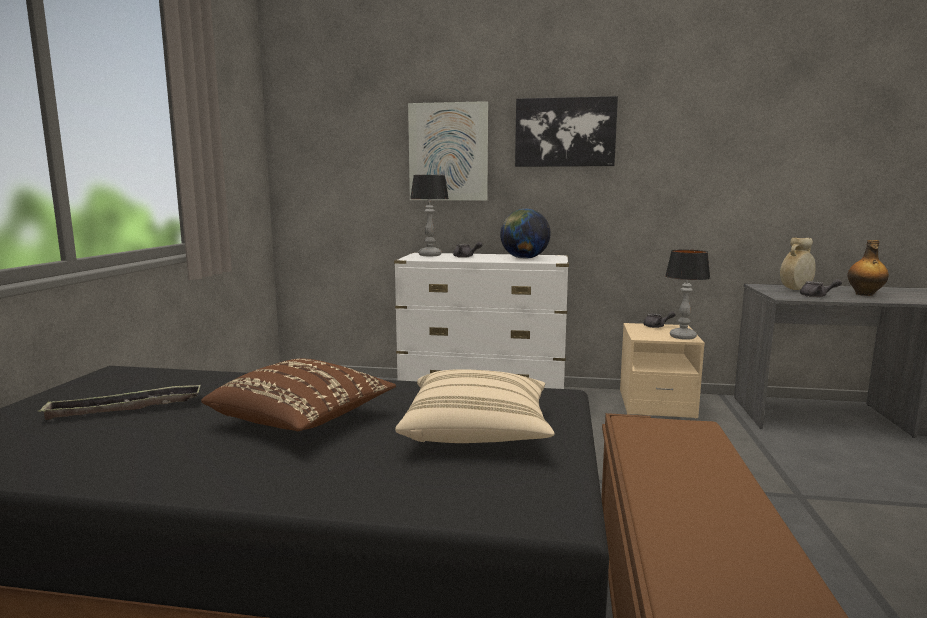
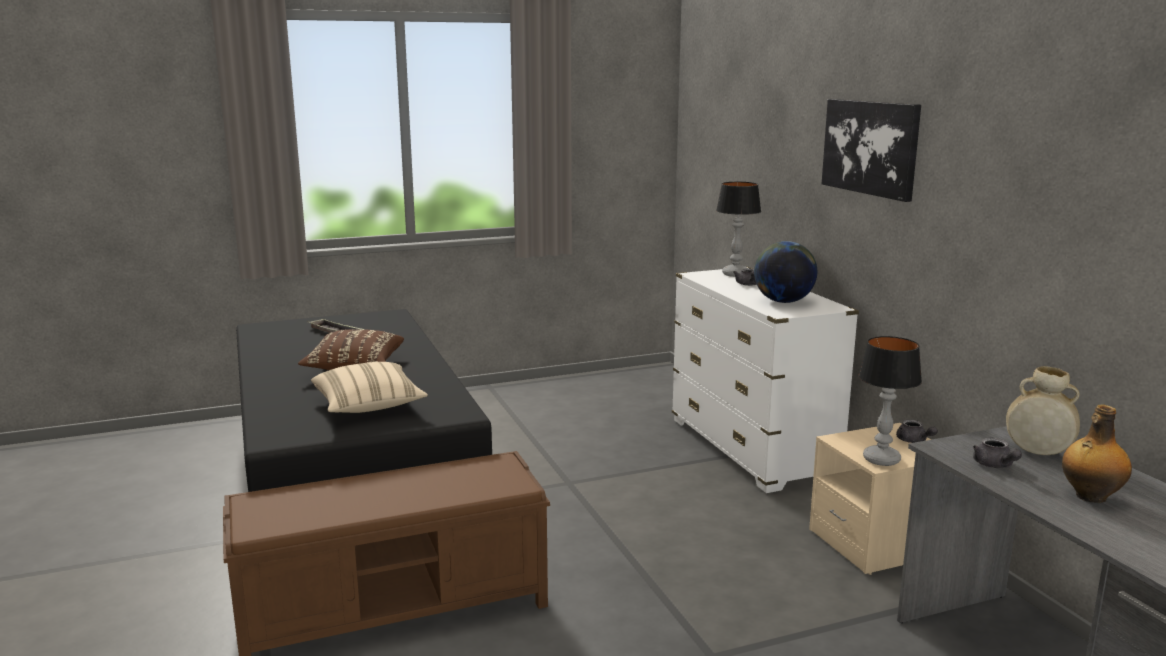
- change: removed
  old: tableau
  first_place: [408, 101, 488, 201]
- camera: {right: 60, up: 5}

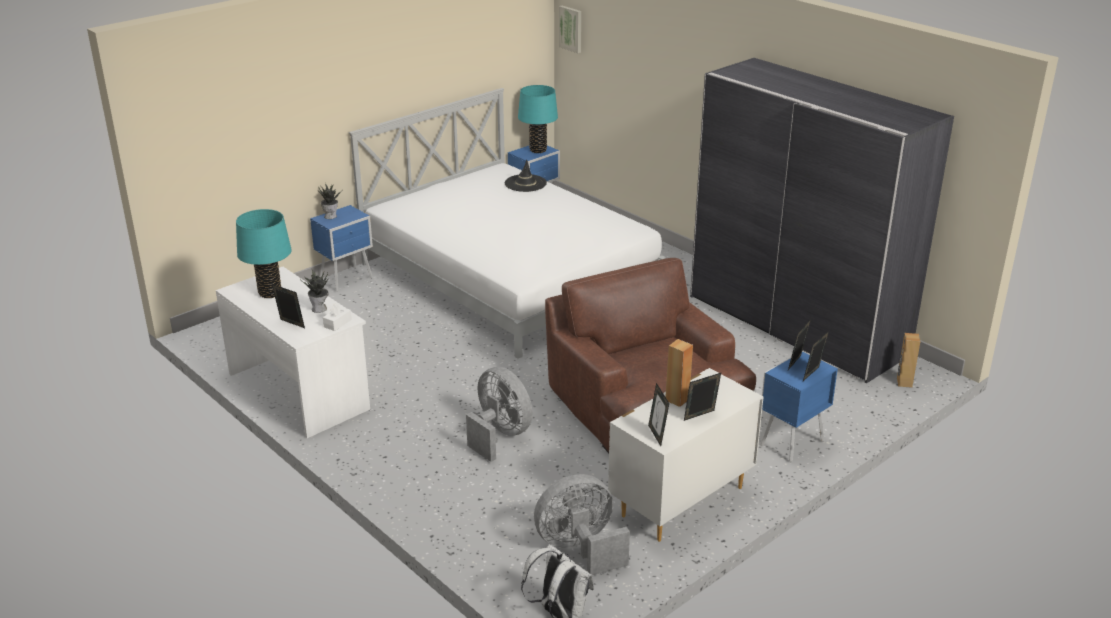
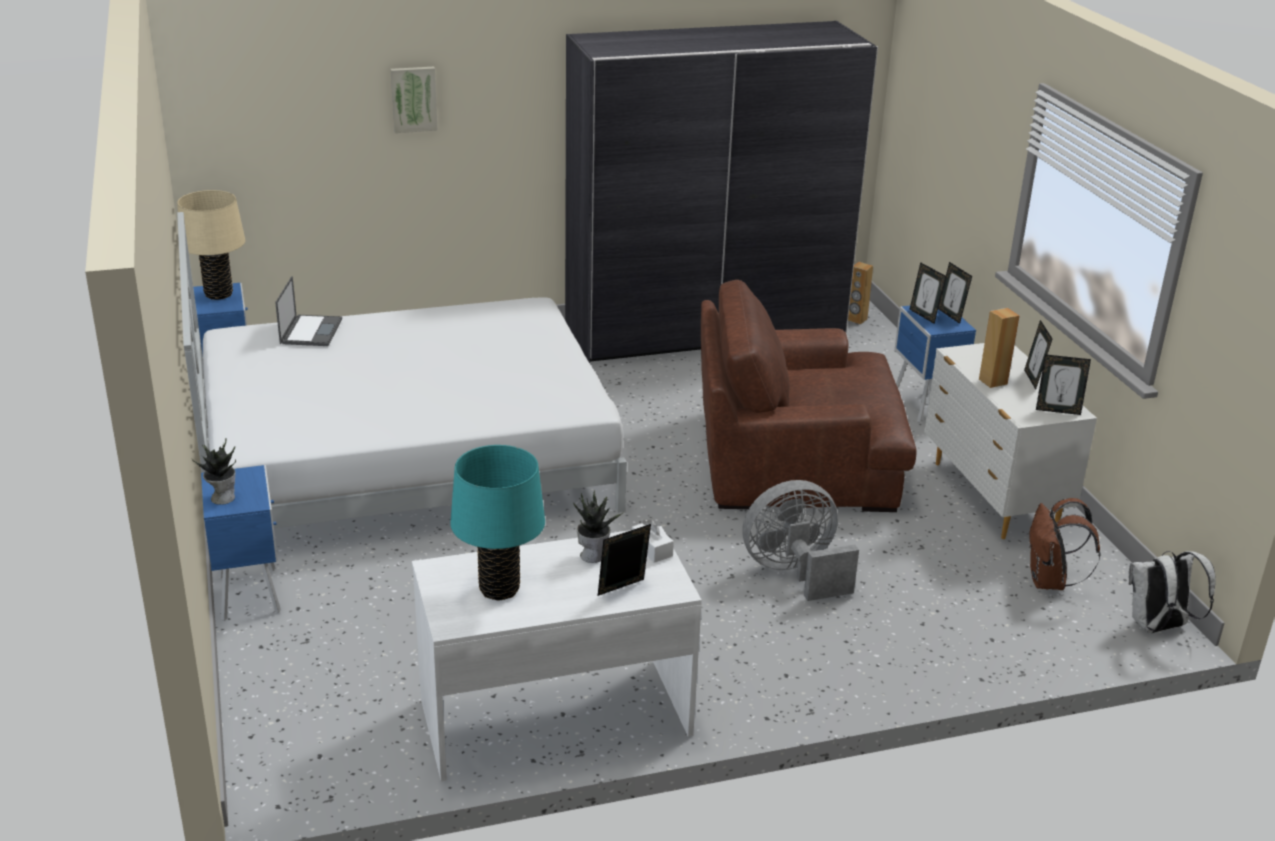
- change: replaced
  old: chapeau/noir
  new: ordinateur portable
  first_place: [505, 159, 547, 192]
  second_place: [275, 276, 342, 346]
- change: recoloured
  old: lampe de table/turquoise
  new: lampe de table/beige
  first_place: [518, 85, 558, 153]
  second_place: [177, 190, 245, 300]
- change: replaced
  old: ventilateur/gris
  new: sac à dos/marron
  first_place: [534, 474, 630, 575]
  second_place: [1029, 498, 1101, 590]
- change: moved
  old: tableau
  first_place: [559, 6, 581, 53]
  second_place: [391, 67, 438, 133]
- camera: {right: -65, up: 0}

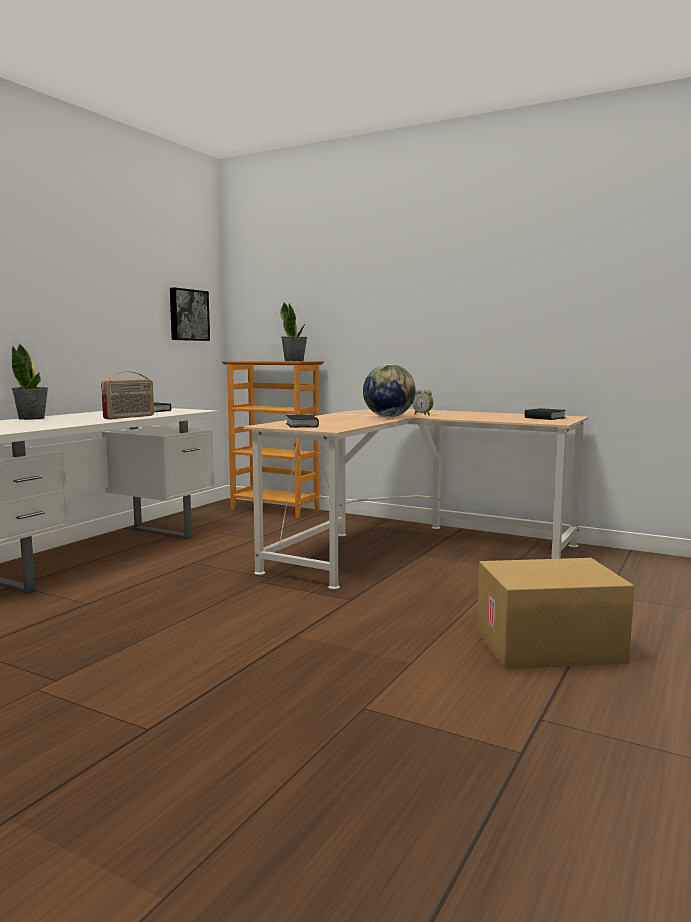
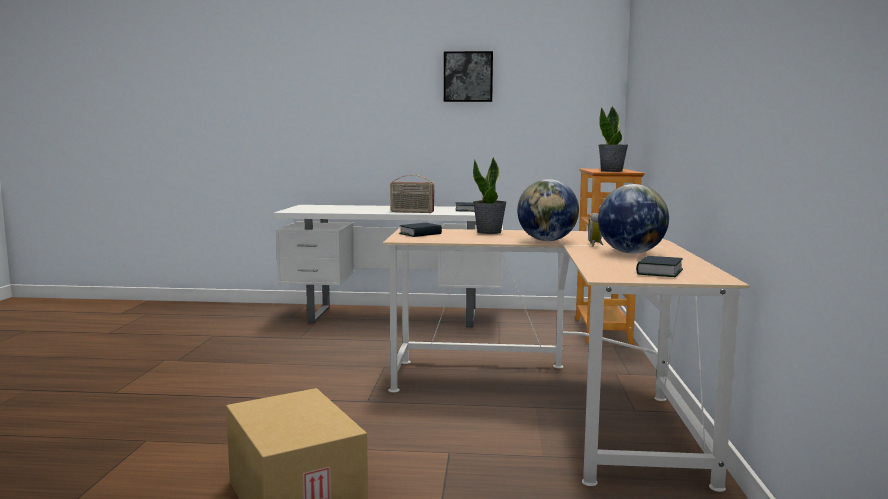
- change: moved
  old: plante en pot
  first_place: [11, 344, 48, 420]
  second_place: [473, 157, 507, 234]
- change: moved
  old: tableau
  first_place: [170, 287, 210, 341]
  second_place: [444, 51, 493, 102]
- change: added
  new: globe
  second_place: [598, 184, 669, 254]
- camera: {right: 65, up: 0}

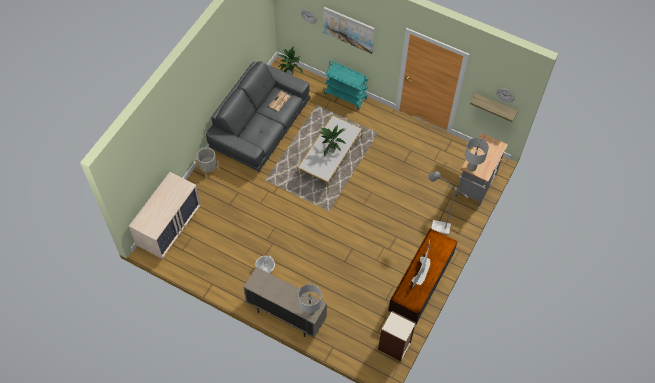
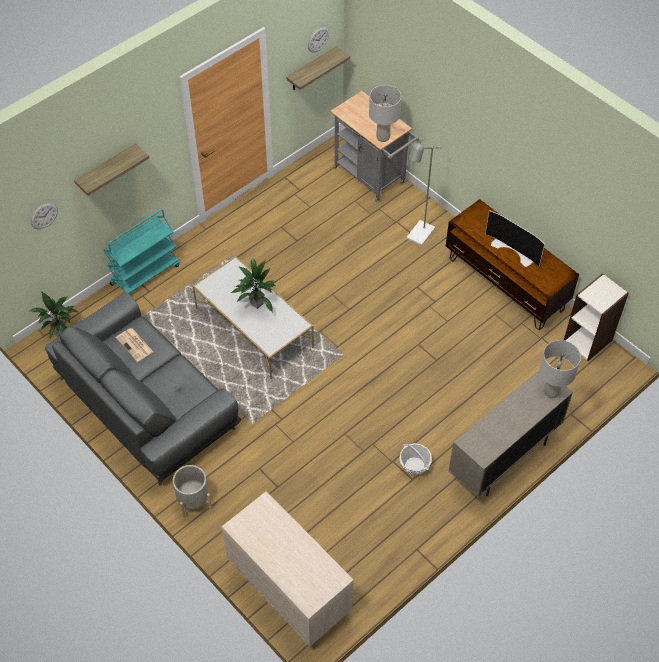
- change: replaced
  old: tableau
  new: étagère
  first_place: [323, 7, 375, 54]
  second_place: [74, 144, 149, 196]
- camera: {right: -70, up: -5}

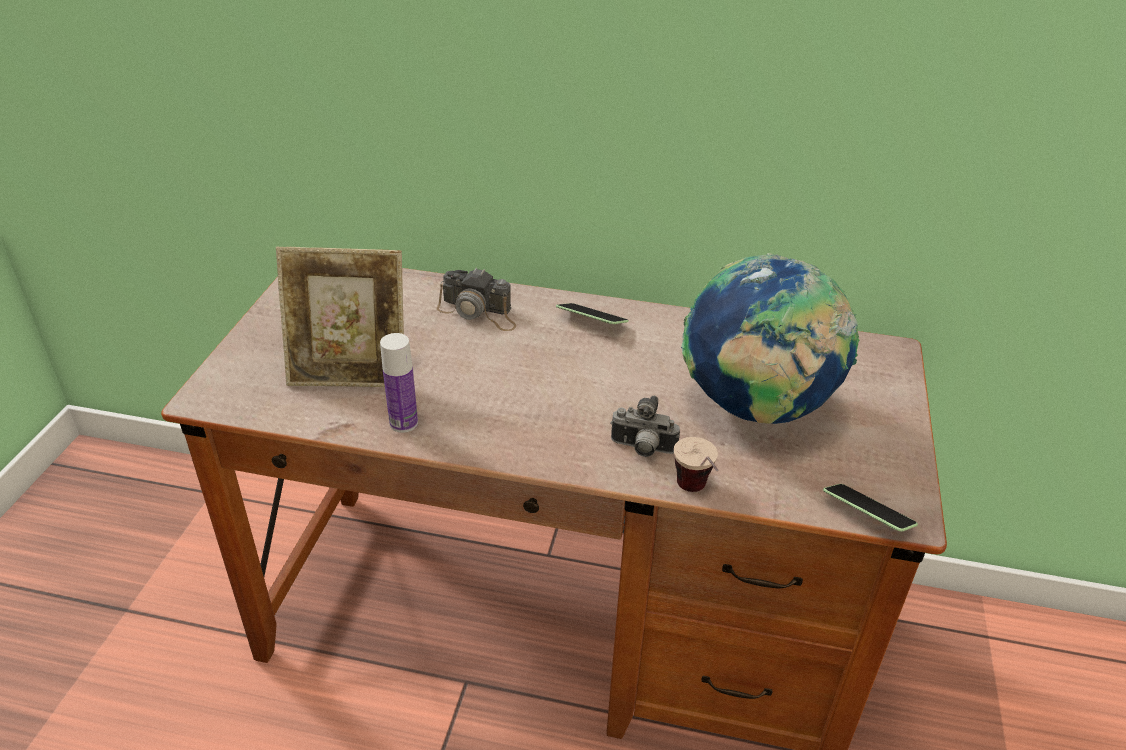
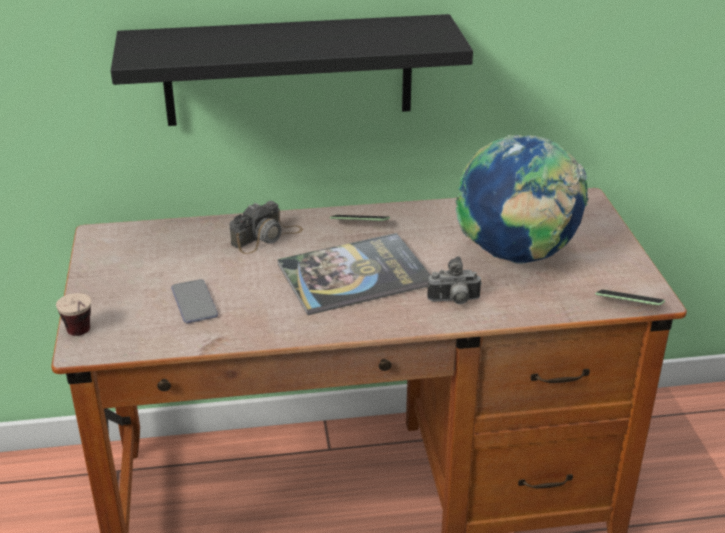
- change: replaced
  old: cadre photo
  new: téléphone
  first_place: [276, 247, 404, 387]
  second_place: [171, 279, 218, 323]
- change: removed
  old: bouteille
  first_place: [380, 333, 418, 433]
- change: turned
  old: appareil photo
  first_place: [437, 268, 516, 331]
  second_place: [230, 201, 303, 254]
  degrees: -45
- change: moved
  old: tasse
  first_place: [674, 437, 718, 492]
  second_place: [56, 293, 91, 336]
- change: added
  new: étagère/noir
  second_place: [111, 14, 473, 126]
- change: added
  new: livre
  second_place: [278, 233, 430, 315]
- camera: {right: -20, up: -5}

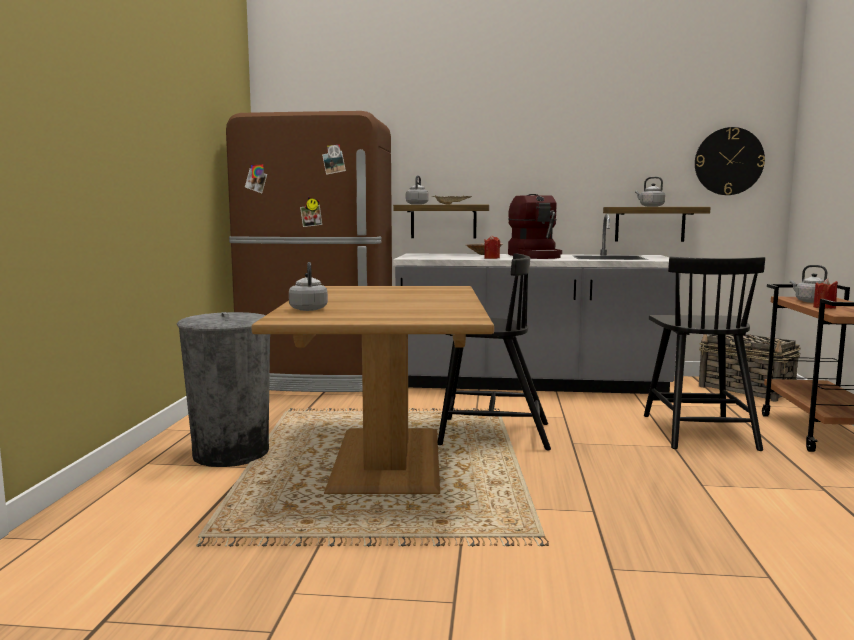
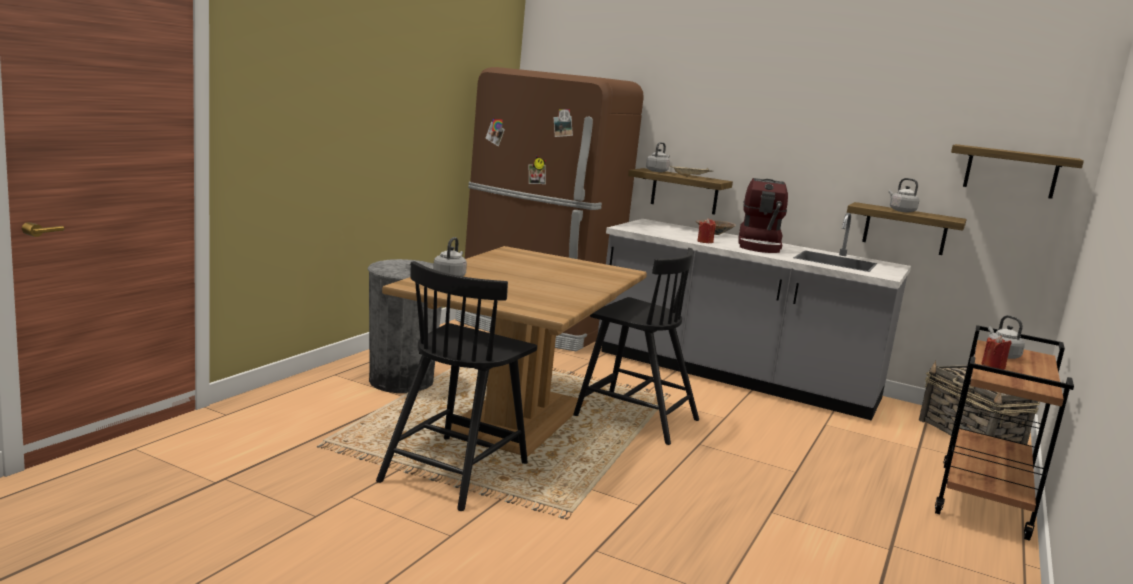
- change: moved
  old: chaise/noir
  first_place: [644, 256, 765, 451]
  second_place: [376, 261, 537, 511]
- change: replaced
  old: horloge murale
  new: étagère
  first_place: [695, 127, 765, 195]
  second_place: [951, 144, 1084, 199]
- camera: {right: 20, up: 5}

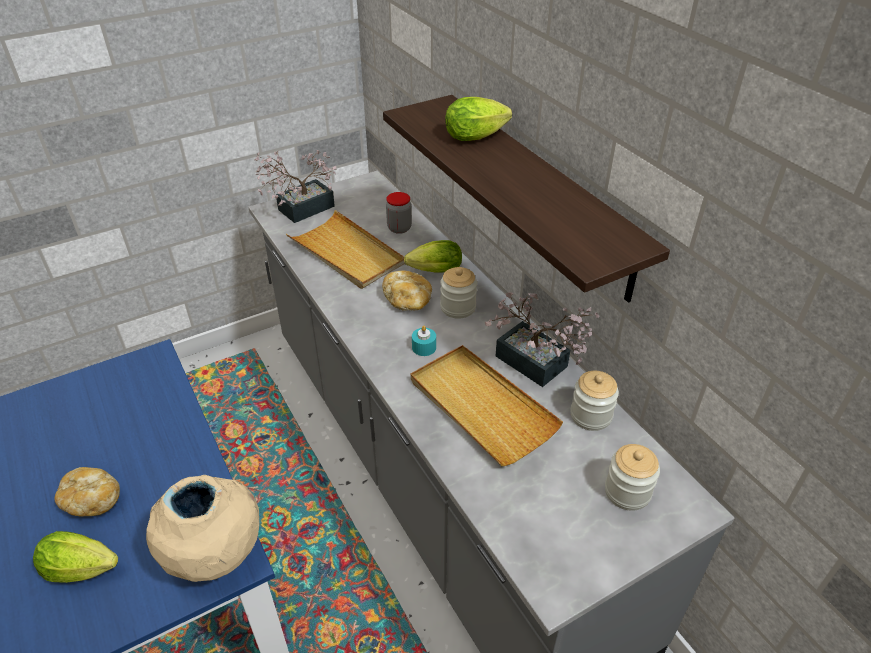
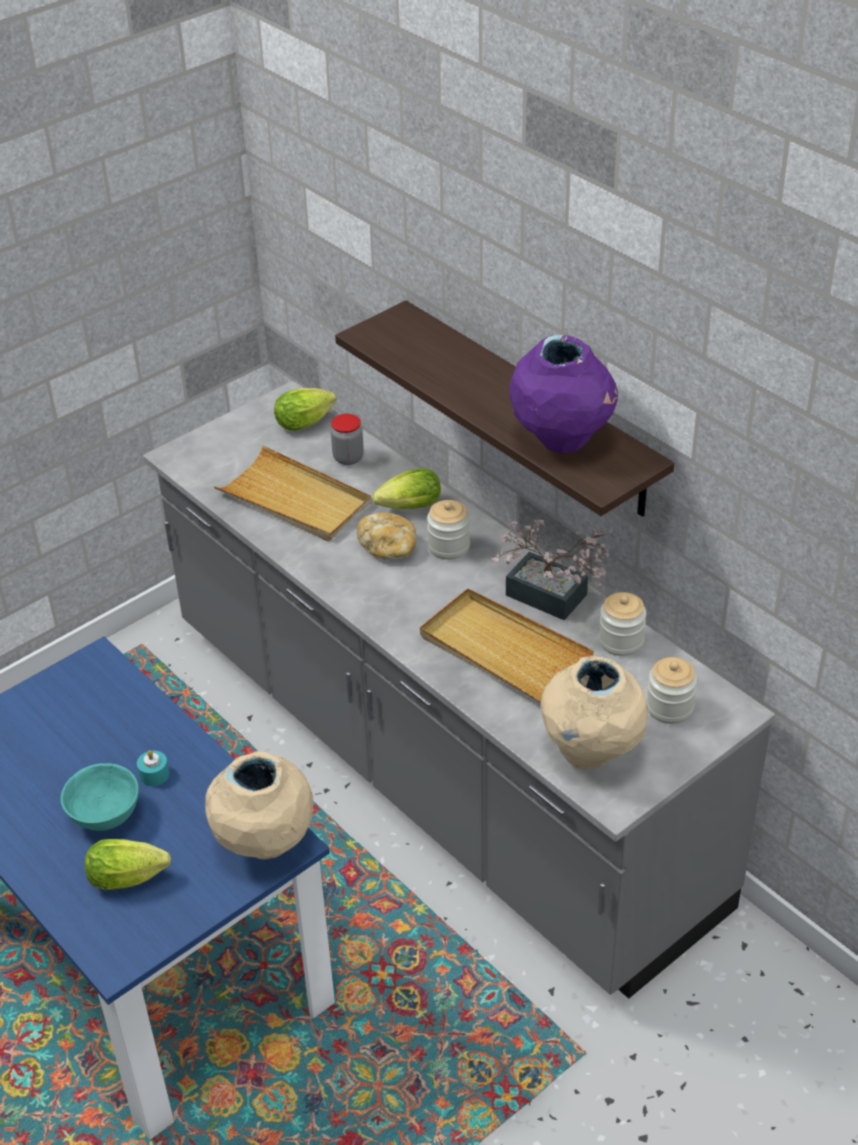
- change: replaced
  old: pain
  new: bol/turquoise
  first_place: [55, 467, 120, 517]
  second_place: [61, 763, 139, 831]
- change: removed
  old: plante en pot
  first_place: [255, 150, 337, 223]
- change: moved
  old: bougie/turquoise
  first_place: [412, 326, 436, 356]
  second_place: [137, 750, 169, 786]
- change: moved
  old: laitue
  first_place: [445, 97, 512, 141]
  second_place: [274, 388, 336, 431]
- change: added
  new: vase/violet
  second_place: [509, 335, 618, 453]
- change: added
  new: vase/beige
  second_place: [541, 656, 648, 769]
- camera: {right: -10, up: 0}

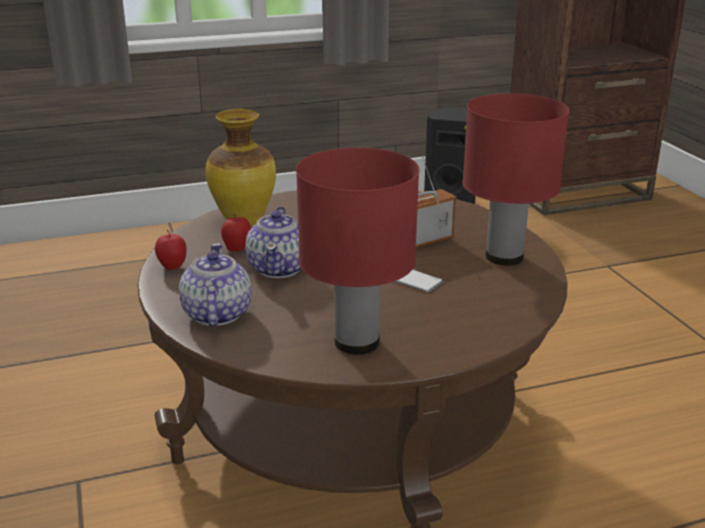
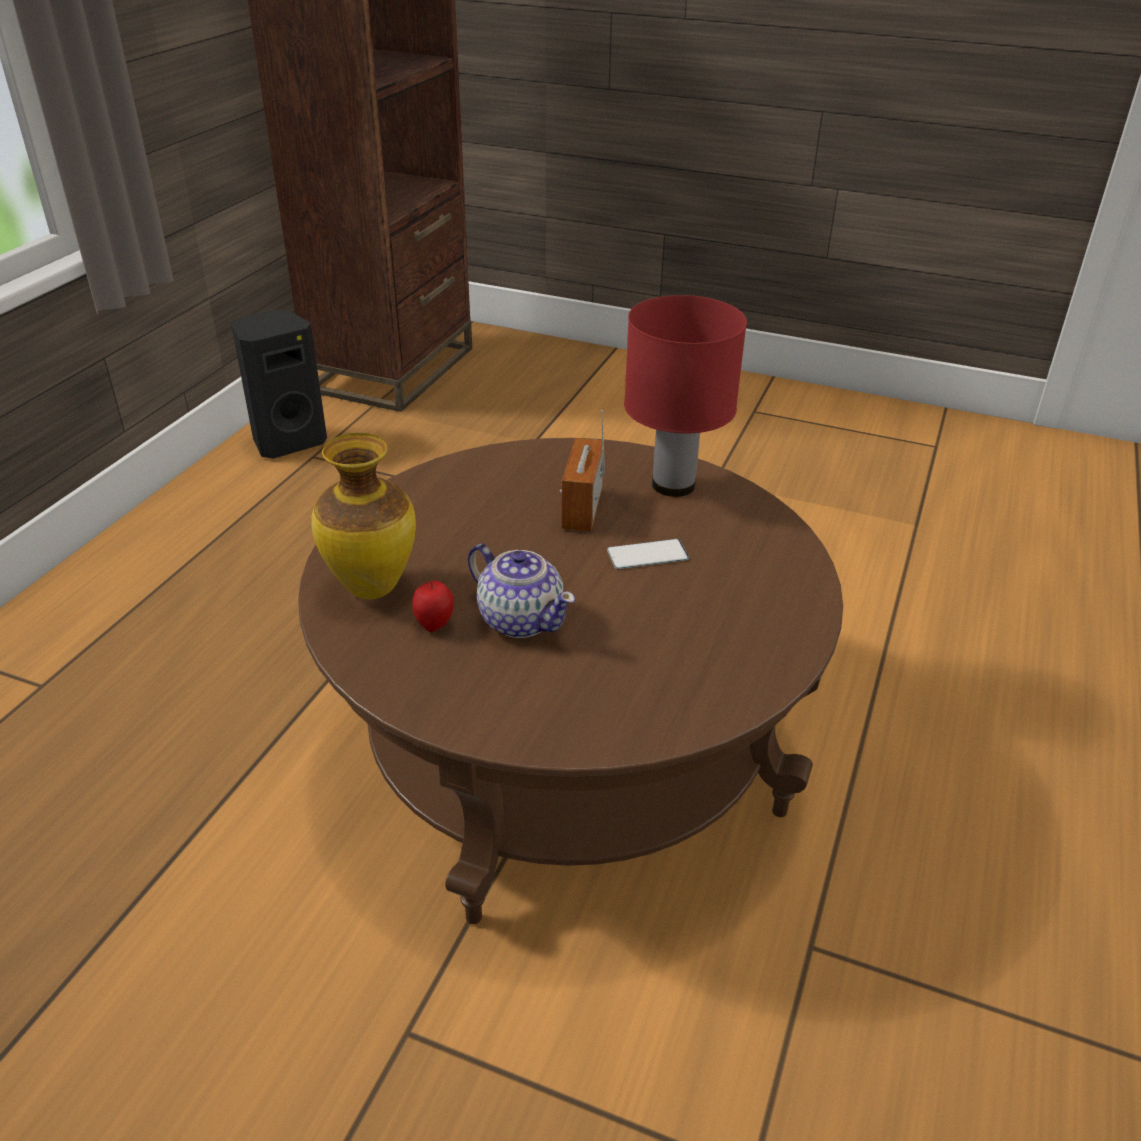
- change: removed
  old: pomme
  first_place: [155, 230, 186, 270]
- change: removed
  old: théière
  first_place: [179, 243, 252, 326]
- change: removed
  old: lampe de table/rouge
  first_place: [296, 148, 419, 354]
- camera: {right: -50, up: 10}

